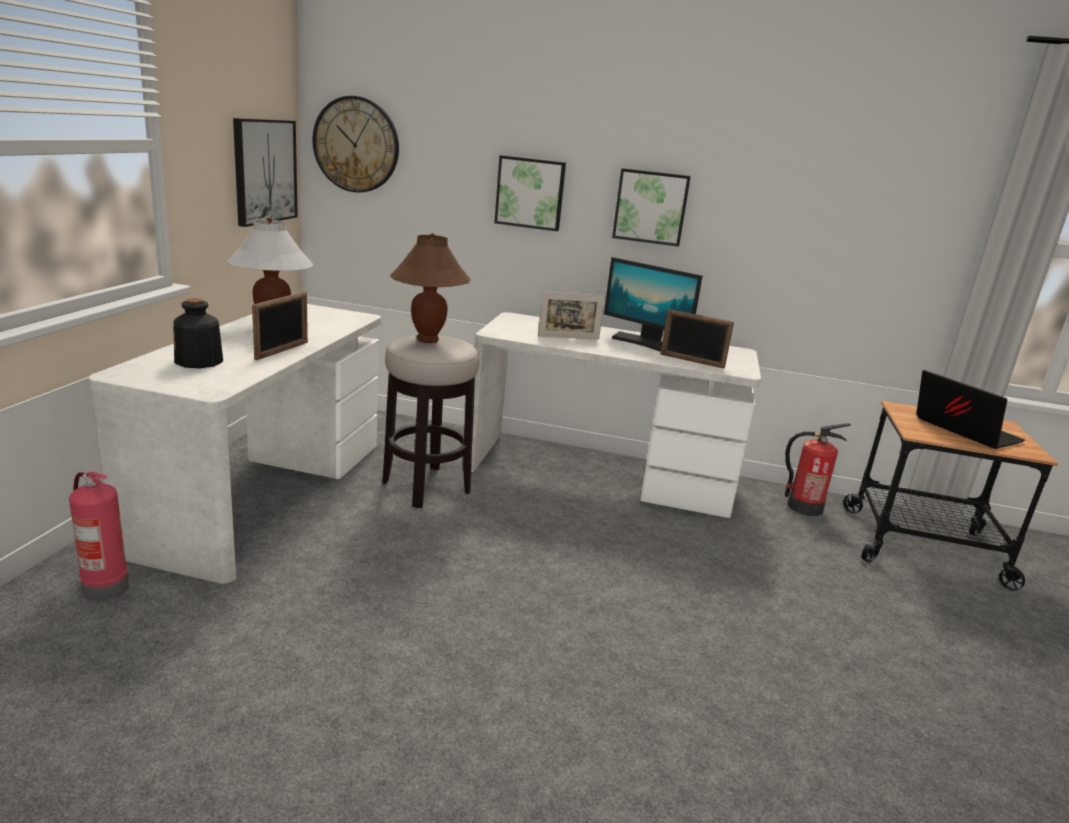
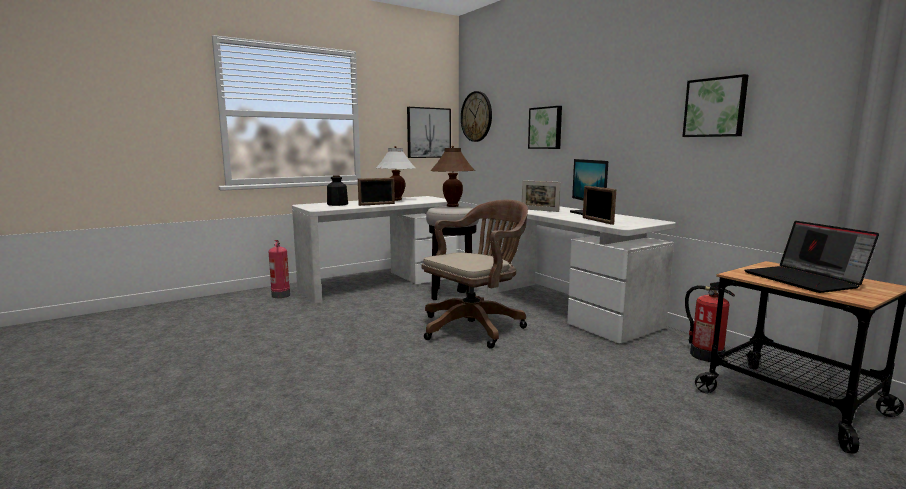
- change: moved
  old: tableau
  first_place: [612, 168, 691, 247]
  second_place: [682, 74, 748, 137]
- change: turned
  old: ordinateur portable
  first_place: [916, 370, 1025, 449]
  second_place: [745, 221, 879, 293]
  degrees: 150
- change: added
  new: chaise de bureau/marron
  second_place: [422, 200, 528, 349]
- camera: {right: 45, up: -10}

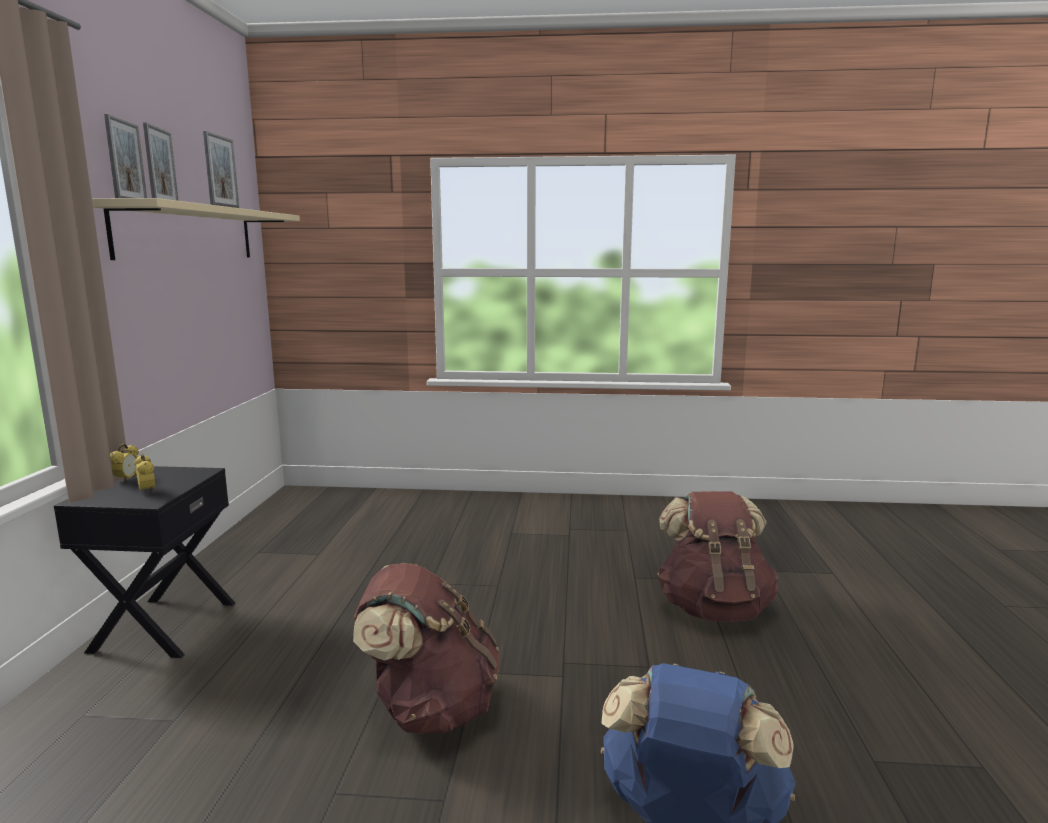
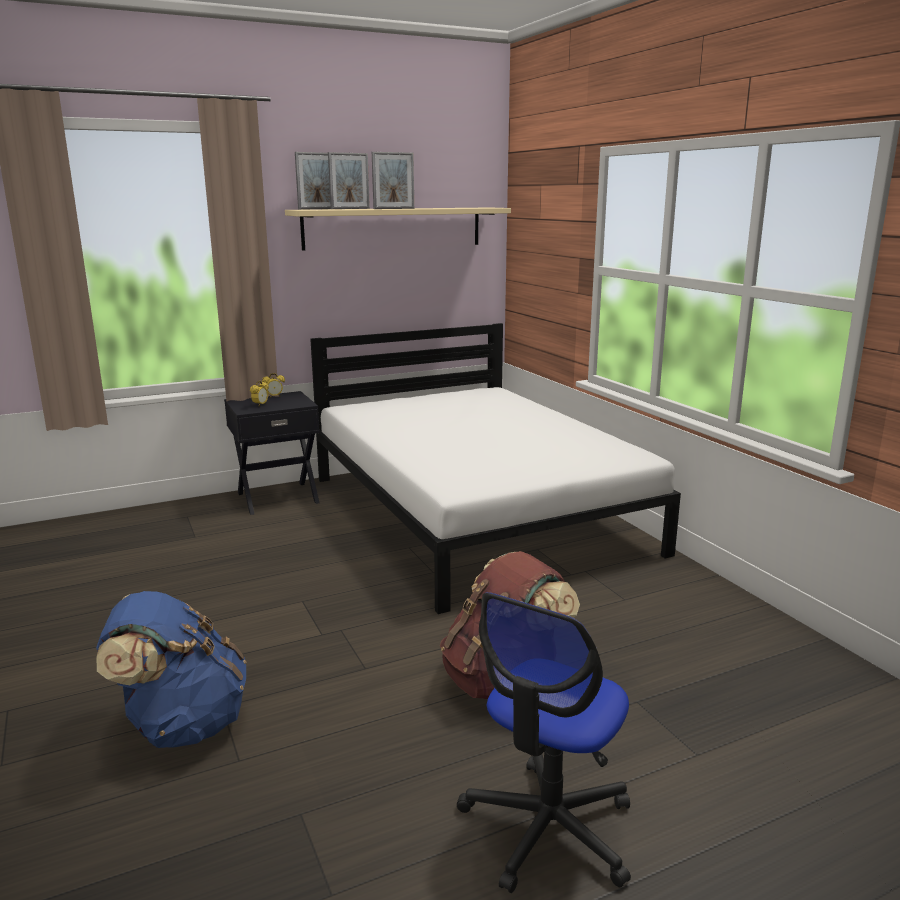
- change: removed
  old: sac à dos/marron
  first_place: [353, 563, 499, 734]
- change: added
  new: lit/blanc
  second_place: [310, 323, 681, 614]
- change: added
  new: chaise de bureau
  second_place: [457, 592, 631, 893]
- camera: {right: 60, up: 5}

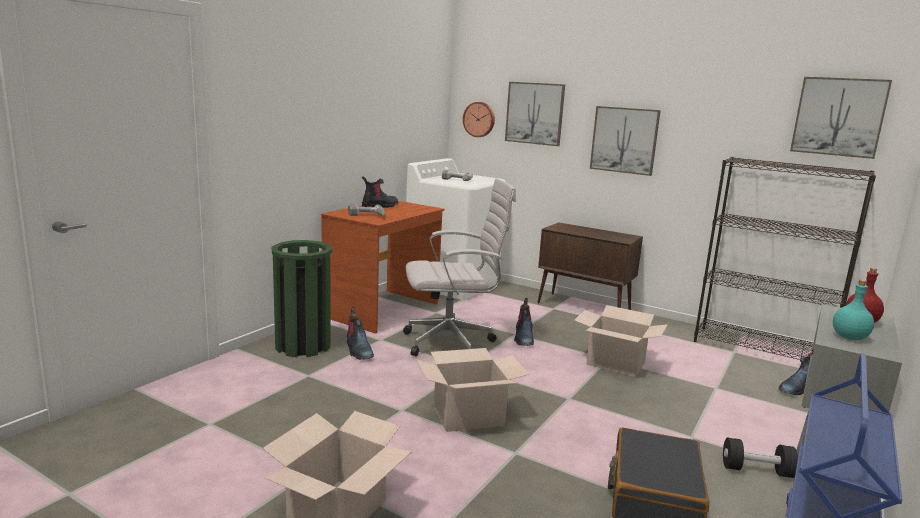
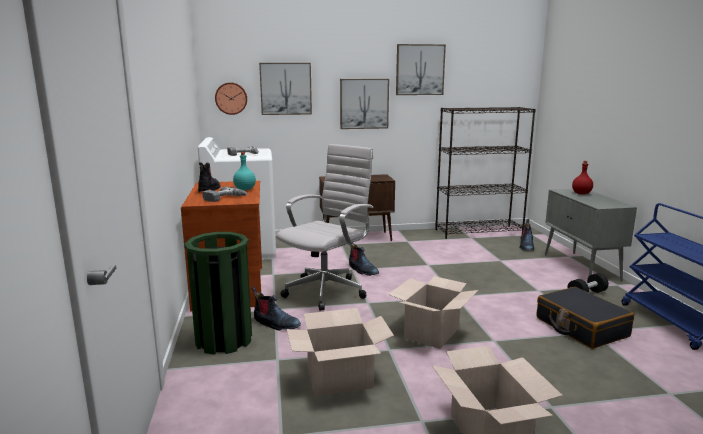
- change: moved
  old: carton
  first_place: [574, 305, 668, 377]
  second_place: [287, 308, 394, 396]
- change: moved
  old: tableau
  first_place: [790, 77, 892, 159]
  second_place: [396, 44, 446, 95]
- change: moved
  old: bouteille/turquoise
  first_place: [833, 280, 874, 340]
  second_place: [233, 152, 256, 190]
- camera: {right: -40, up: 0}

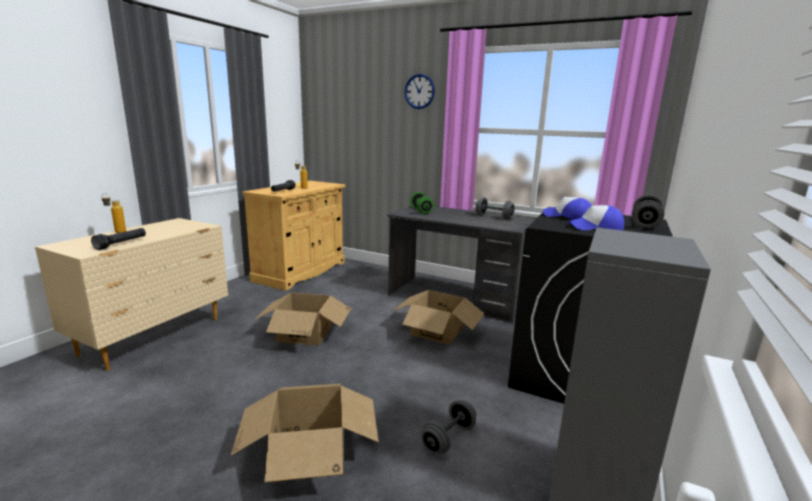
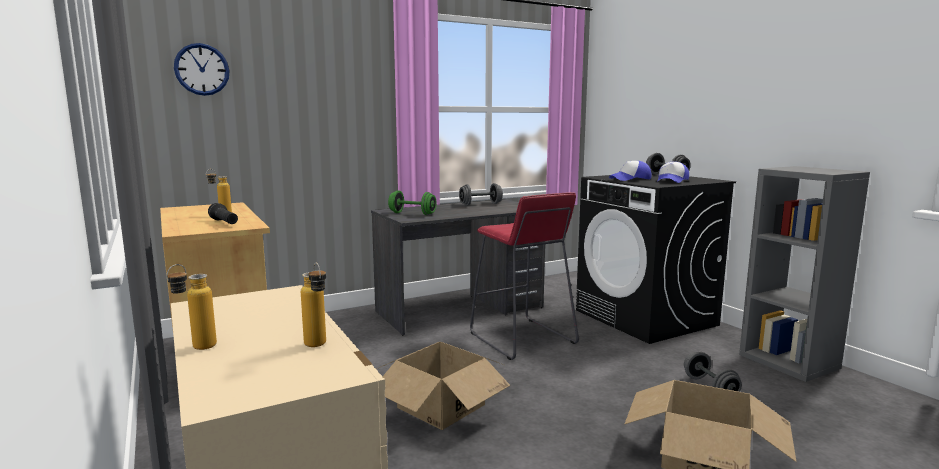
- change: replaced
  old: lampe de poche/noir
  new: bouteille
  first_place: [91, 228, 146, 250]
  second_place: [301, 262, 326, 347]
- change: replaced
  old: carton
  new: tabouret/rouge
  first_place: [393, 290, 484, 345]
  second_place: [470, 192, 579, 360]
- change: moved
  old: horloge murale
  first_place: [404, 74, 435, 109]
  second_place: [174, 43, 230, 96]
- camera: {right: -55, up: -5}

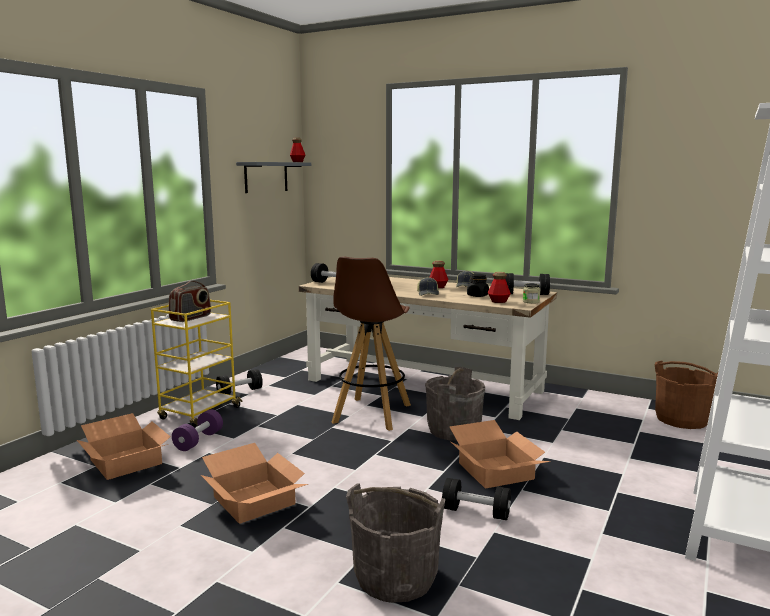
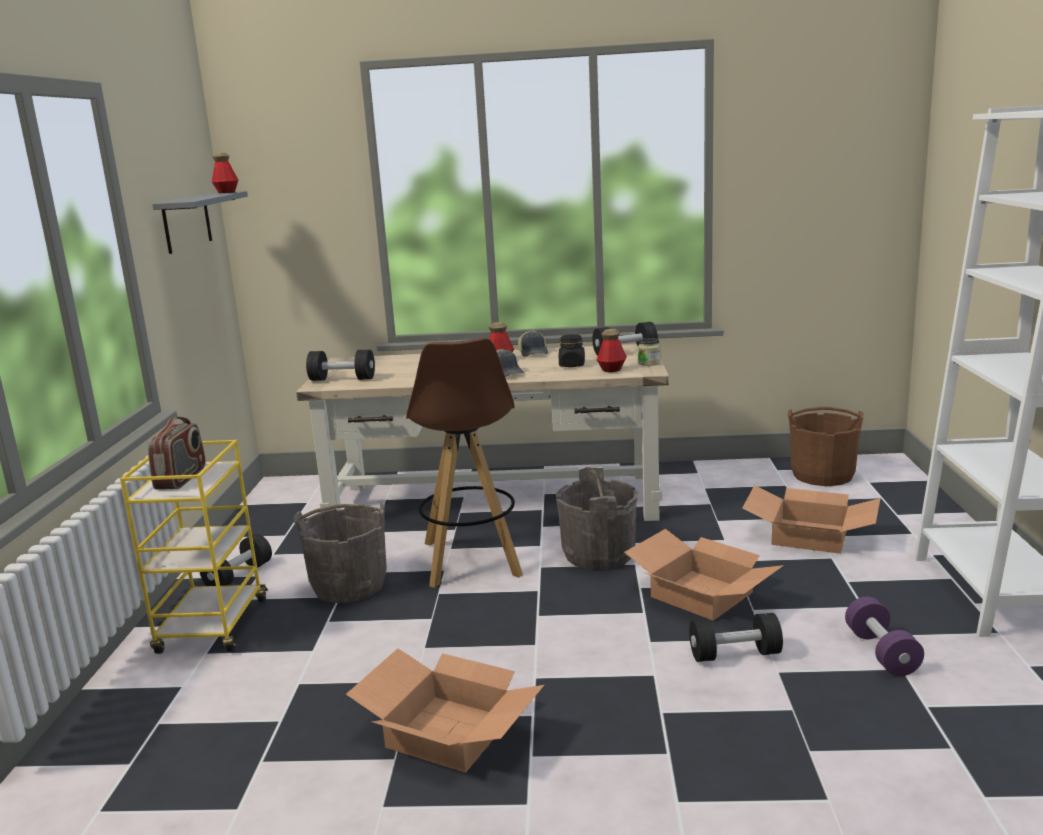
- change: moved
  old: carton
  first_place: [77, 413, 171, 480]
  second_place: [742, 485, 880, 554]
- change: moved
  old: haltère/violet
  first_place: [172, 409, 223, 451]
  second_place: [845, 597, 924, 676]
- change: moved
  old: seau/gris
  first_place: [346, 483, 445, 603]
  second_place: [293, 503, 387, 603]
- camera: {right: -25, up: 5}

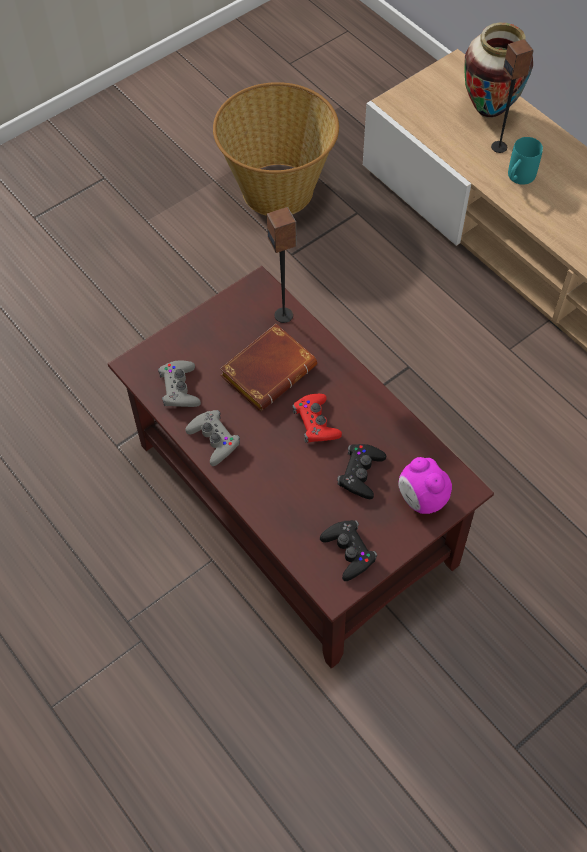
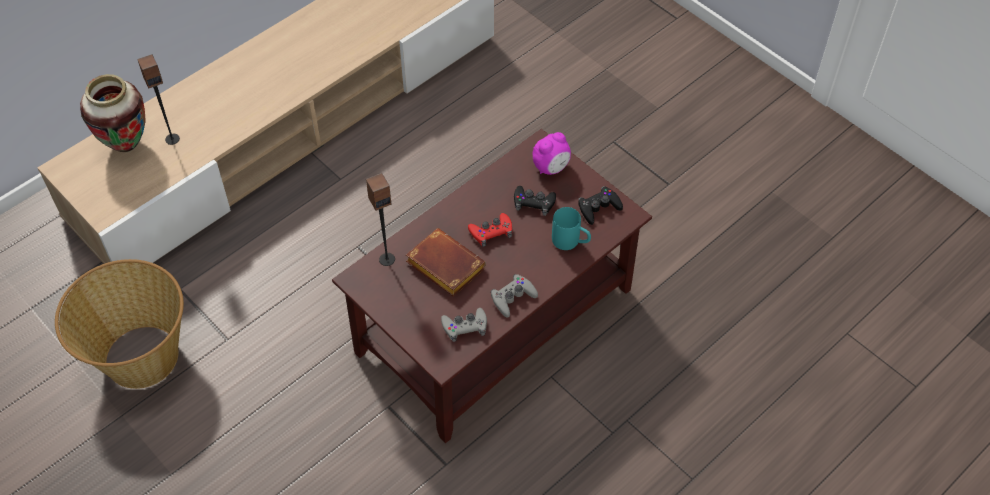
- change: moved
  old: mug/turquoise
  first_place: [508, 137, 543, 185]
  second_place: [552, 207, 591, 250]
- camera: {right: -95, up: -5}

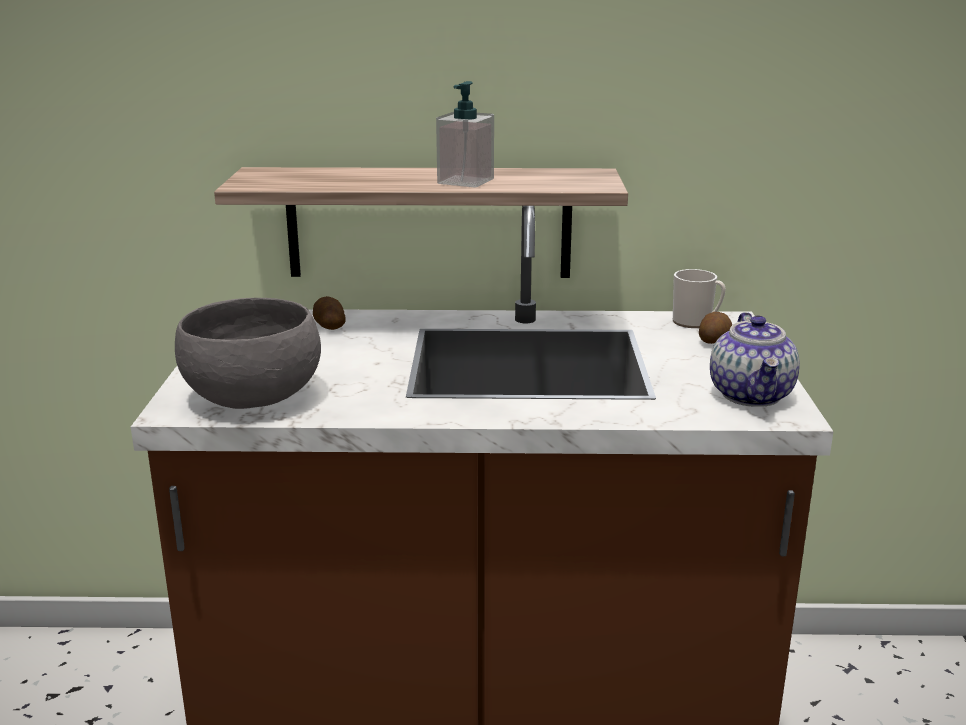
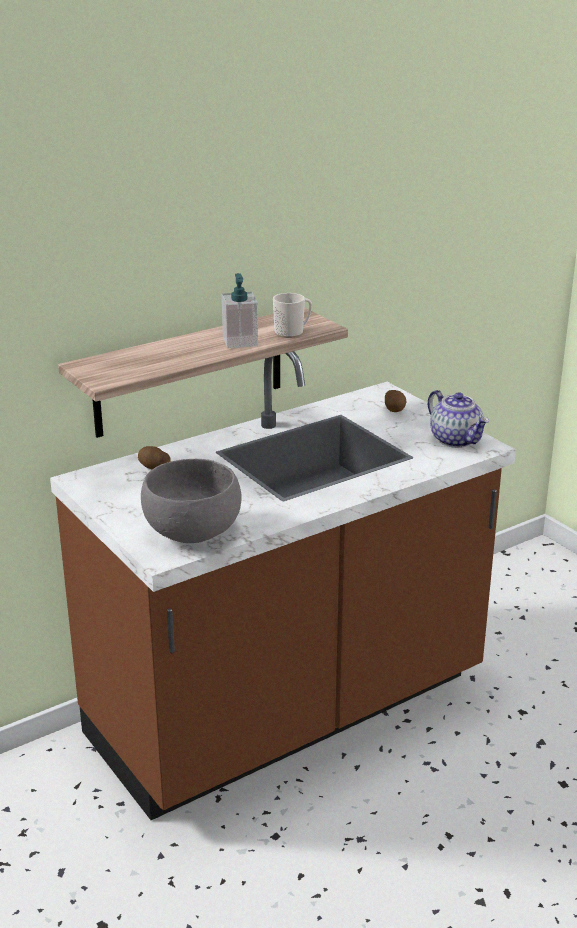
- change: moved
  old: mug
  first_place: [673, 269, 726, 328]
  second_place: [273, 293, 312, 338]
- camera: {right: -35, up: 5}

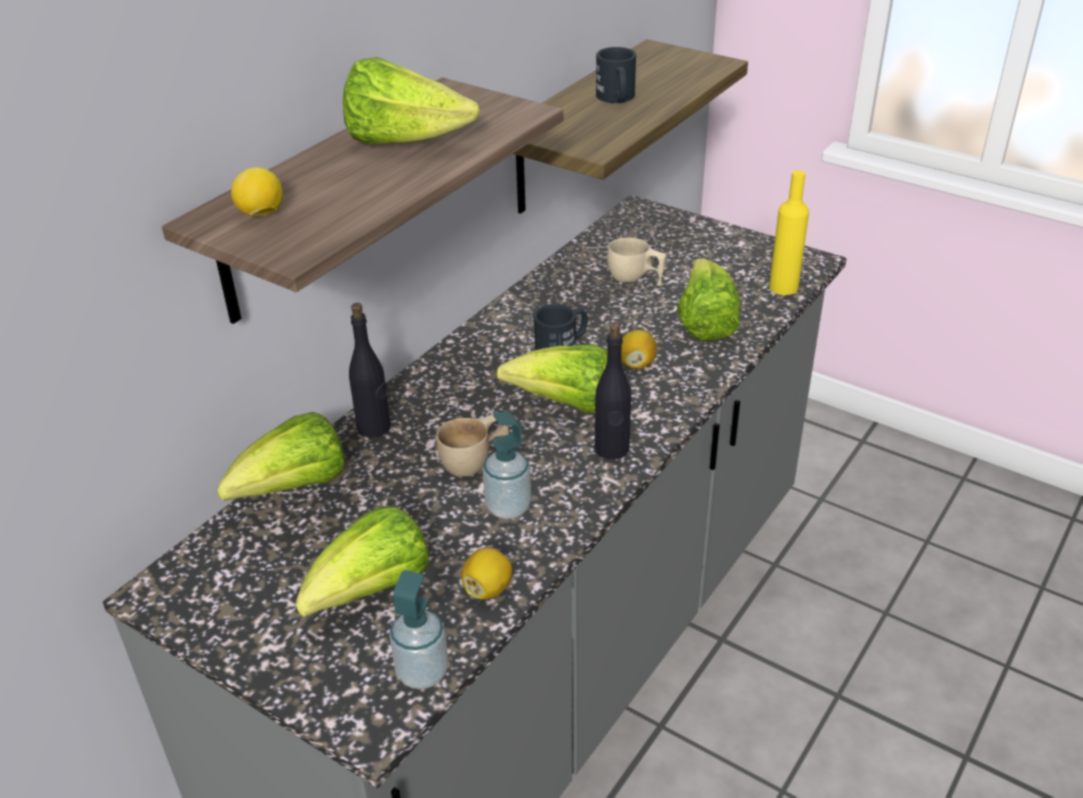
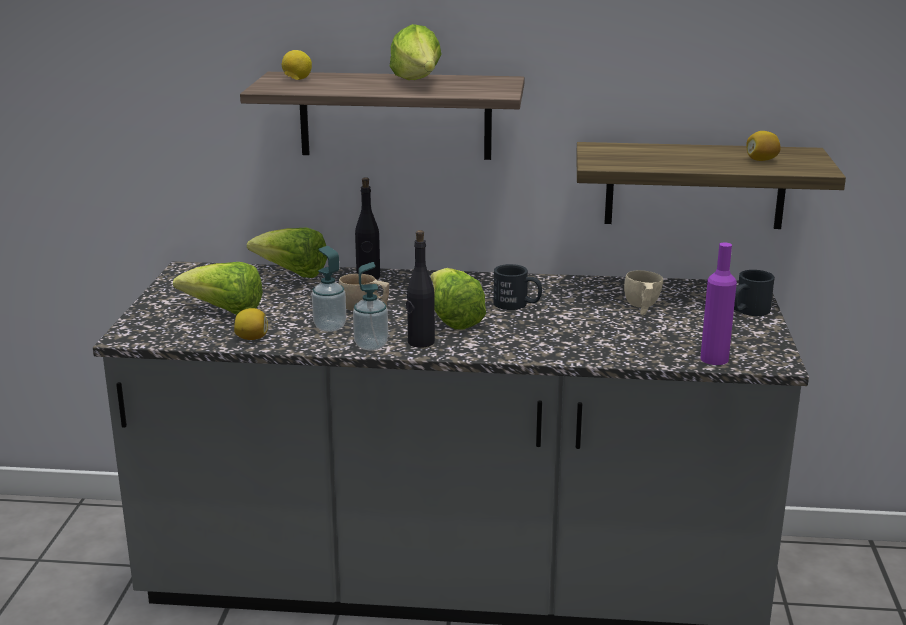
- change: moved
  old: distributeur de savon
  first_place: [389, 570, 449, 689]
  second_place: [353, 262, 388, 350]
- change: moved
  old: mug/noir
  first_place: [596, 47, 636, 103]
  second_place: [734, 270, 775, 316]
- change: moved
  old: citron
  first_place: [621, 330, 657, 369]
  second_place: [747, 131, 781, 161]
- change: removed
  old: laitue
  first_place: [676, 259, 740, 341]
- change: recoloured
  old: bouteille/jaune
  new: bouteille/violet
  first_place: [769, 170, 809, 295]
  second_place: [700, 242, 737, 365]
- camera: {right: 60, up: -15}

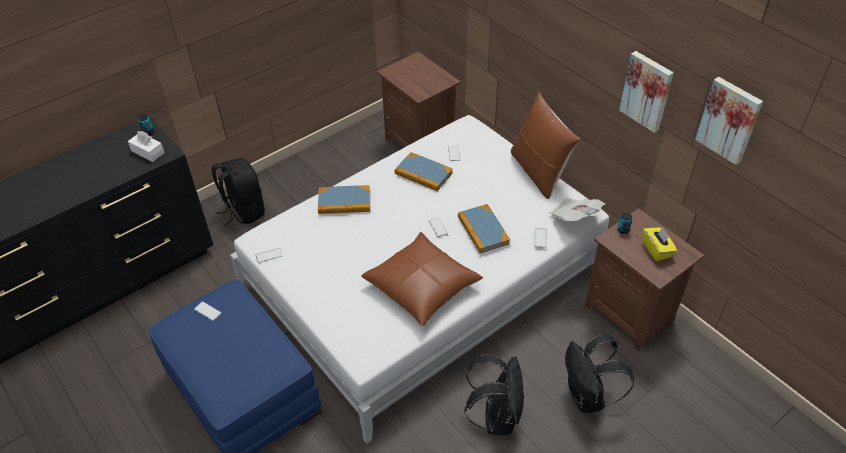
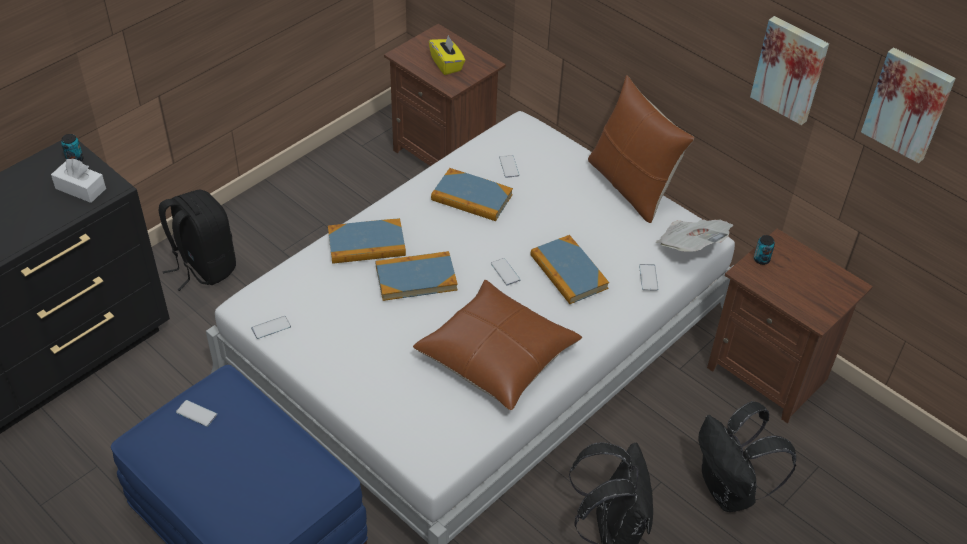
- change: moved
  old: boîte à mouchoirs/jaune
  first_place: [642, 227, 677, 261]
  second_place: [429, 35, 465, 75]
- change: added
  new: livre
  second_place: [376, 251, 458, 301]
- camera: {right: -10, up: 0}

